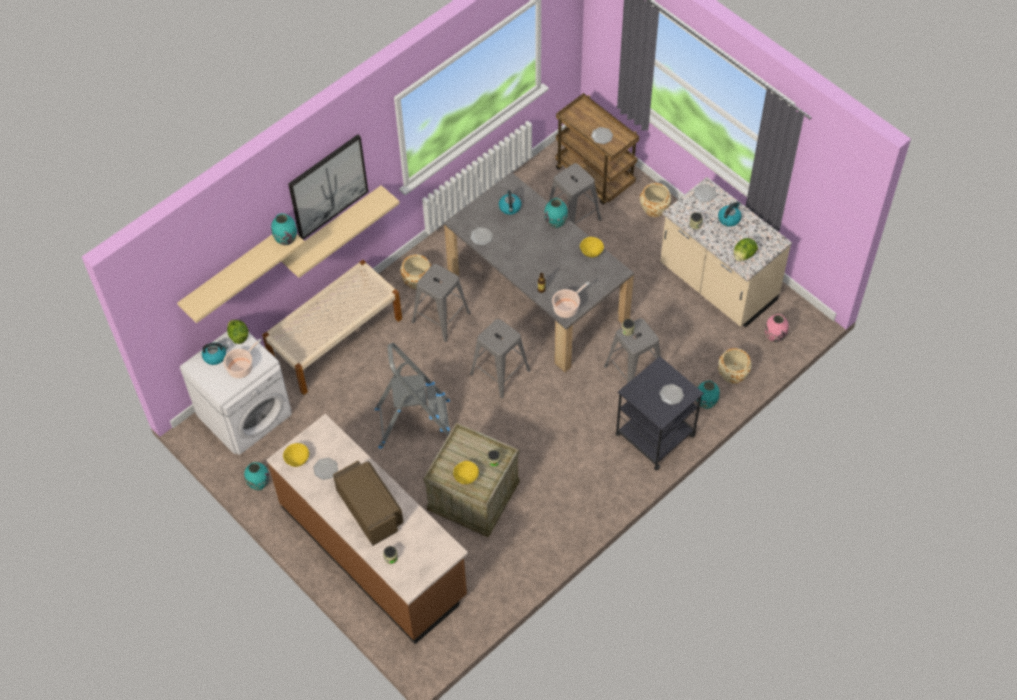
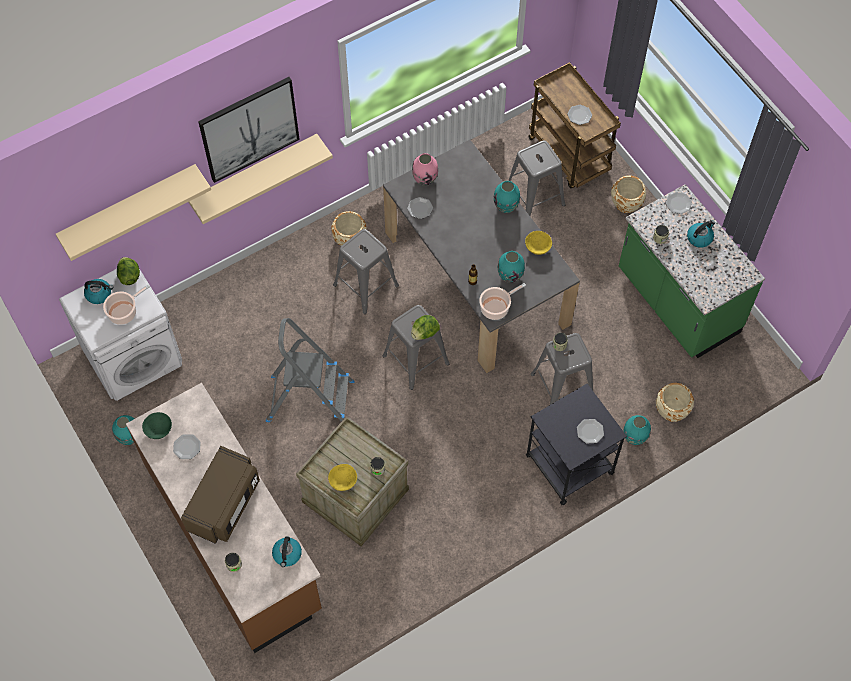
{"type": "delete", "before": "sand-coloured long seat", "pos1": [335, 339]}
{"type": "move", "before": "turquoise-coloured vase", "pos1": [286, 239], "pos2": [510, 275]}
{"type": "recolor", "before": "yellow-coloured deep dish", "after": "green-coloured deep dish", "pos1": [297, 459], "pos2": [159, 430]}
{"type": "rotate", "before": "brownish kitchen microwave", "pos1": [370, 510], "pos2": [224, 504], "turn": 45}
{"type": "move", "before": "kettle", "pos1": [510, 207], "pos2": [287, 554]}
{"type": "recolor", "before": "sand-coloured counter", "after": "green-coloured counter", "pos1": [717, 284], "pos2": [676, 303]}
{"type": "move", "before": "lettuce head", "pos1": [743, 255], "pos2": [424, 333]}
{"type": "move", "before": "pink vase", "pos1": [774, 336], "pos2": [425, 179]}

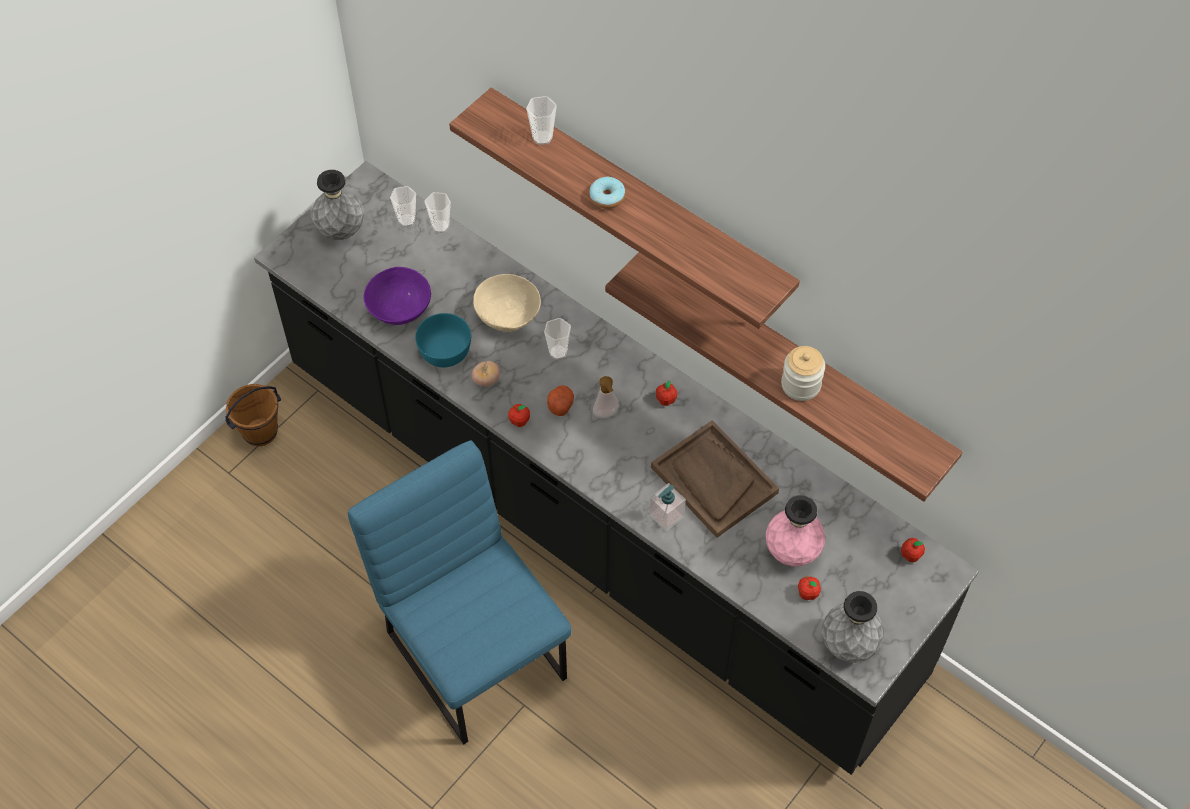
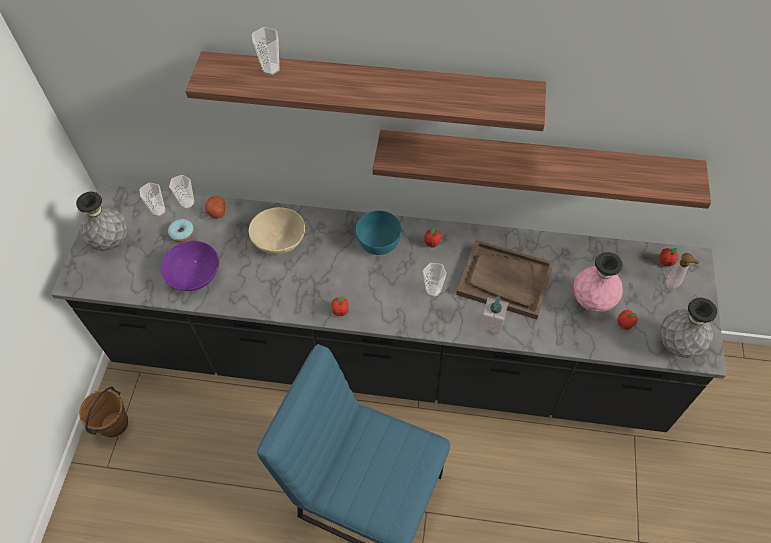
{"type": "move", "before": "turquoise-coloured deep dish", "pos1": [444, 351], "pos2": [378, 242]}
{"type": "delete", "before": "tomato", "pos1": [486, 380]}
{"type": "move", "before": "drinking cup", "pos1": [558, 352], "pos2": [433, 290]}
{"type": "move", "before": "whole potato", "pos1": [560, 405], "pos2": [216, 211]}
{"type": "move", "before": "donut", "pos1": [607, 197], "pos2": [182, 233]}
{"type": "move", "before": "liquid soap bottle", "pos1": [606, 415], "pos2": [673, 284]}
{"type": "delete", "before": "preserve jar", "pos1": [800, 385]}

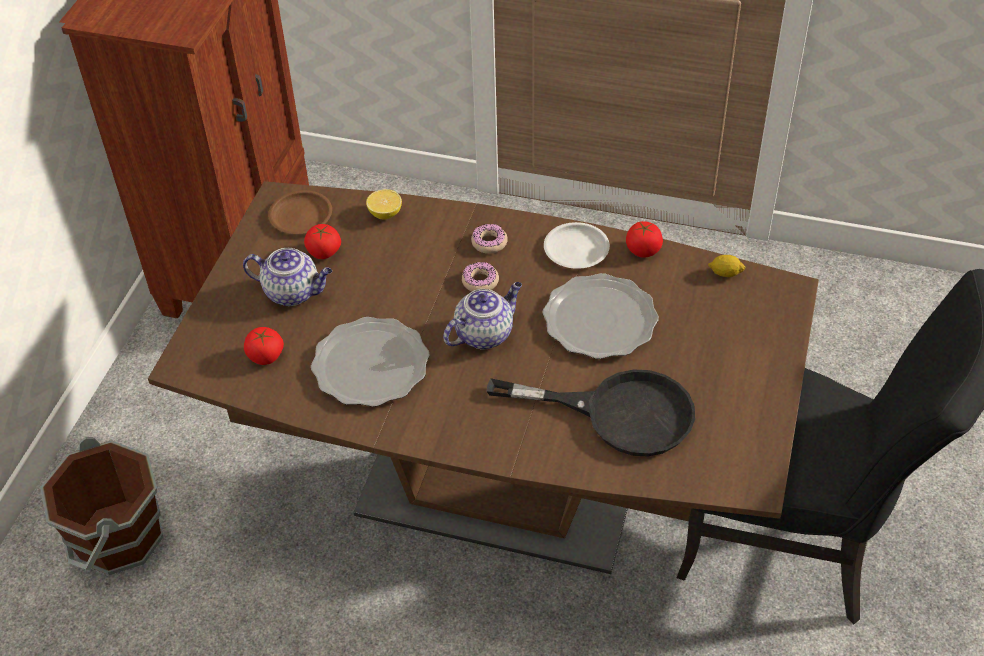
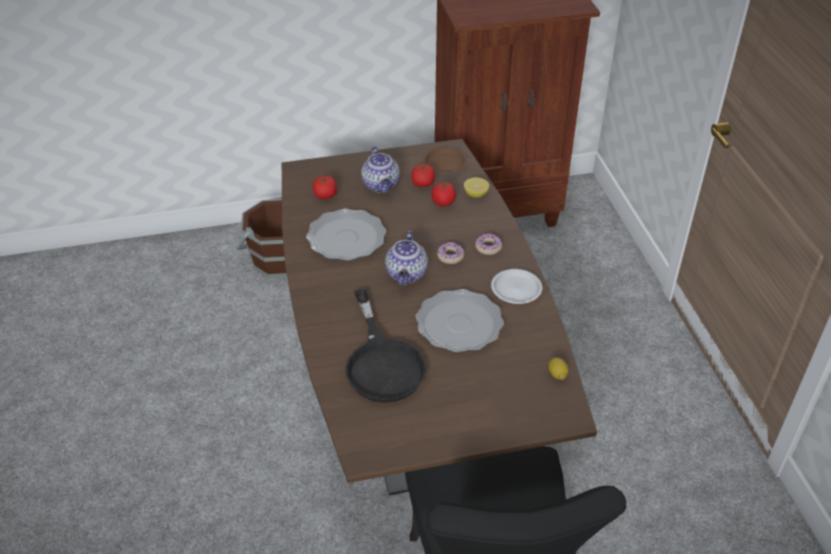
{"type": "rotate", "before": "tea pot", "pos1": [484, 333], "pos2": [407, 275], "turn": 75}
{"type": "move", "before": "tomato", "pos1": [643, 250], "pos2": [443, 202]}

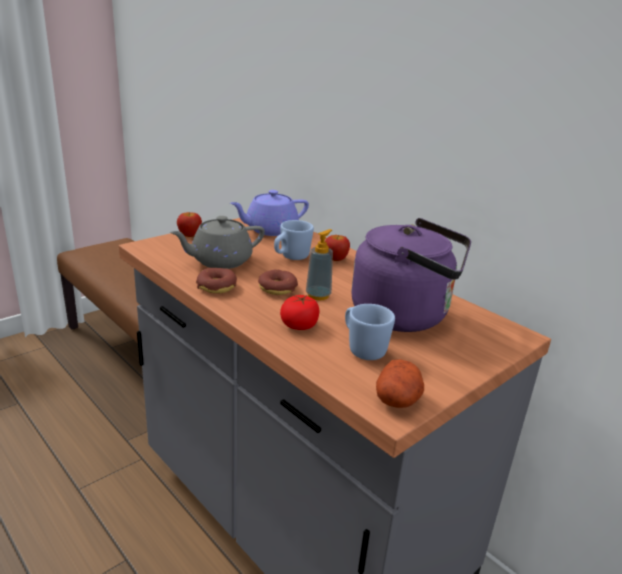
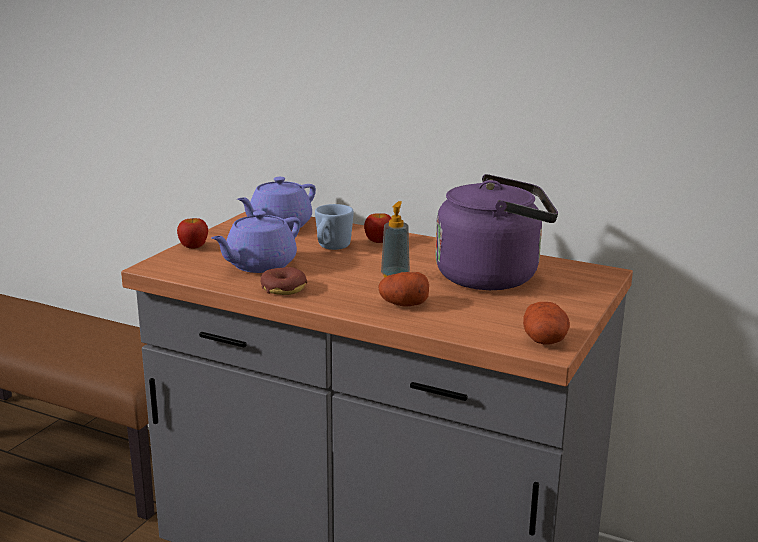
{"type": "recolor", "before": "gray tea pot", "after": "purple-coloured tea pot", "pos1": [220, 261], "pos2": [259, 265]}
{"type": "delete", "before": "donut", "pos1": [277, 288]}
{"type": "replace", "before": "tomato", "after": "whole potato", "pos1": [299, 325], "pos2": [403, 304]}
{"type": "delete", "before": "bluish mug", "pos1": [362, 349]}

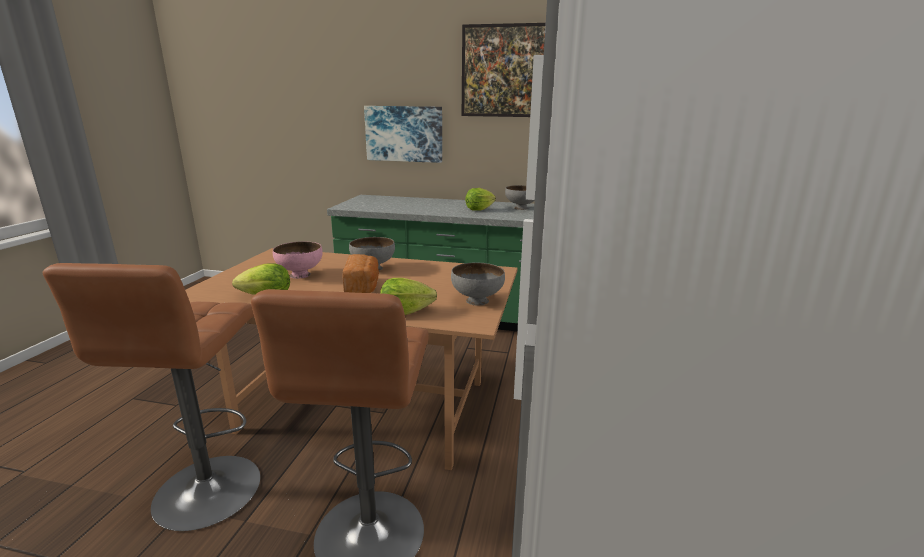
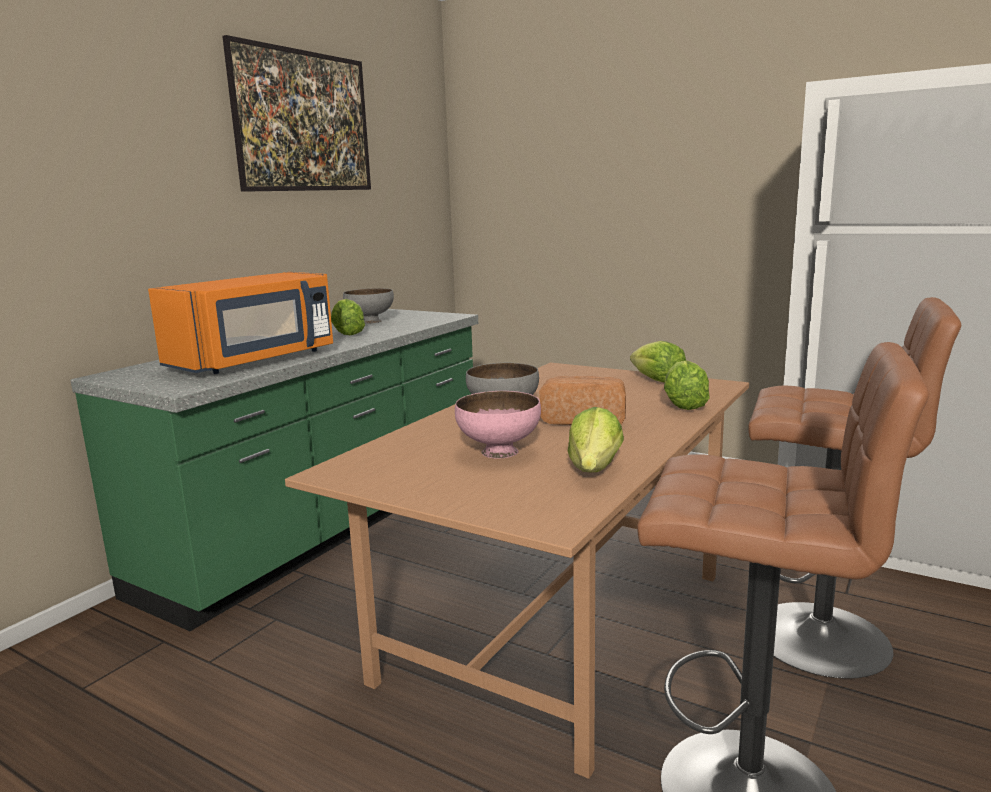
{"type": "delete", "before": "picture", "pos1": [404, 134]}
{"type": "replace", "before": "gray deep dish", "after": "lettuce head", "pos1": [476, 301], "pos2": [657, 380]}
{"type": "insert", "after": "orange kitchen microwave", "pos2": [256, 360]}

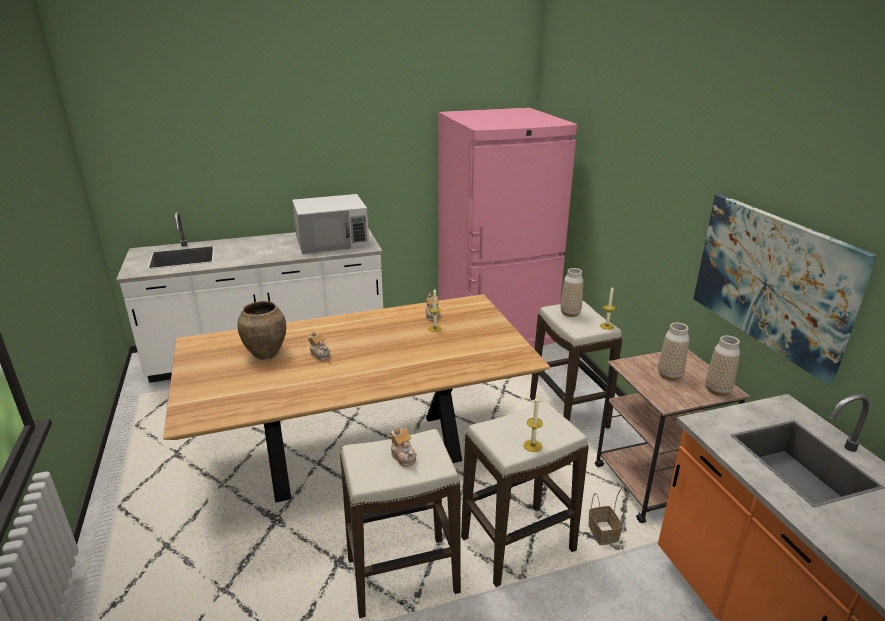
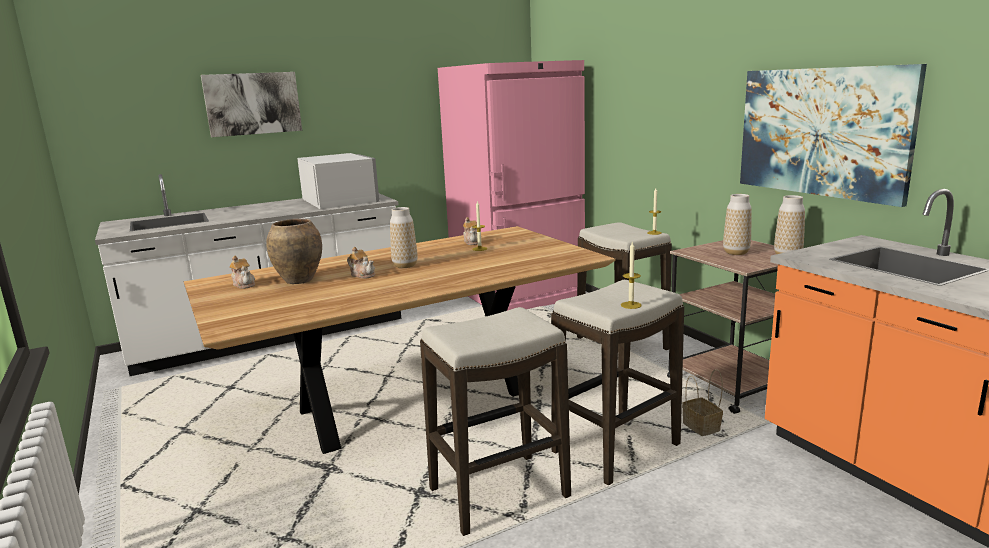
{"type": "rotate", "before": "white-coloured kitchen microwave", "pos1": [332, 241], "pos2": [339, 200], "turn": -90}
{"type": "move", "before": "tea pot", "pos1": [403, 456], "pos2": [244, 284]}
{"type": "move", "before": "vase", "pos1": [570, 313], "pos2": [405, 265]}
{"type": "insert", "after": "picture", "pos2": [253, 103]}

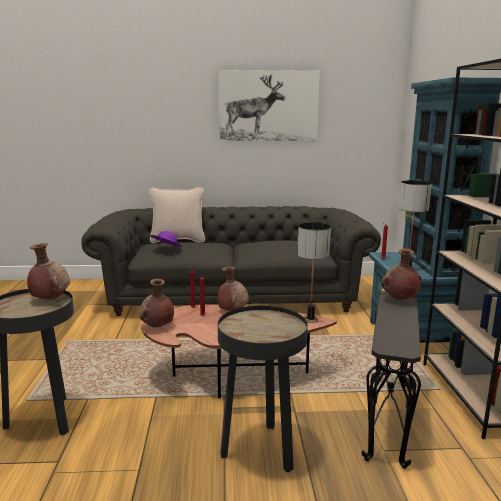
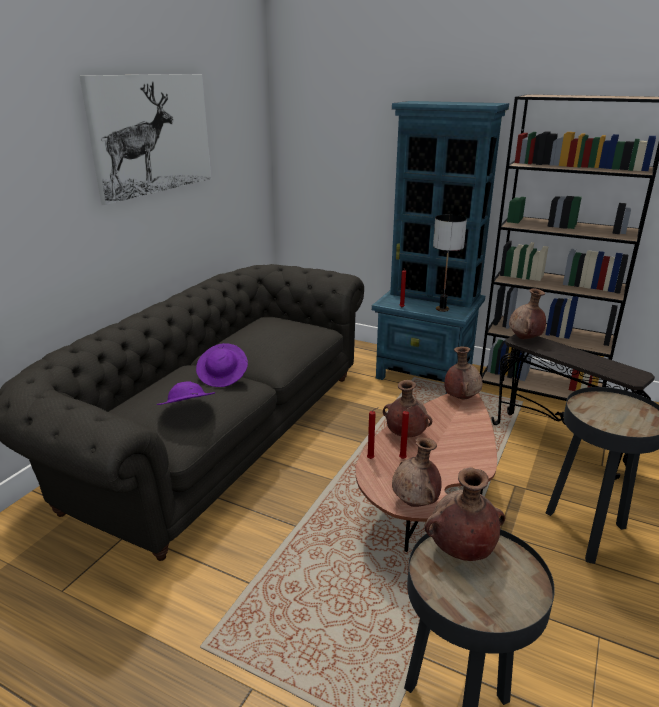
{"type": "delete", "before": "sand-coloured cushion", "pos1": [178, 240]}
{"type": "replace", "before": "table lamp", "after": "brownish vase", "pos1": [310, 320], "pos2": [461, 398]}
{"type": "insert", "after": "purple-coloured wearable hat", "pos2": [223, 376]}

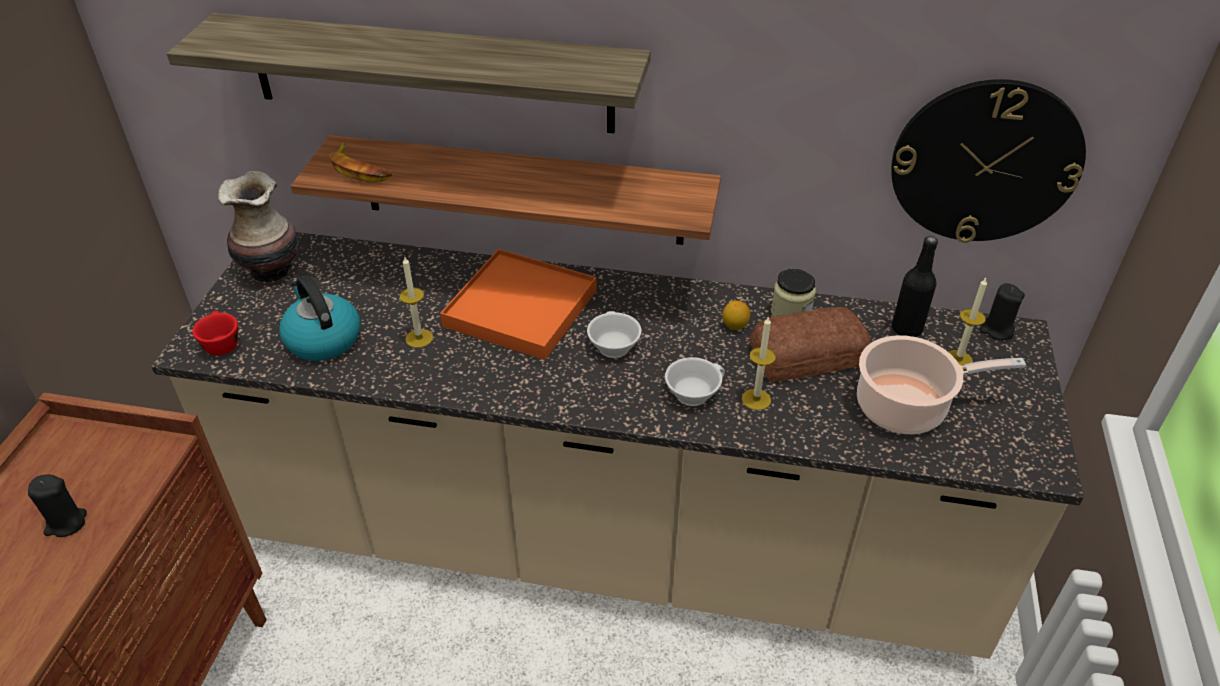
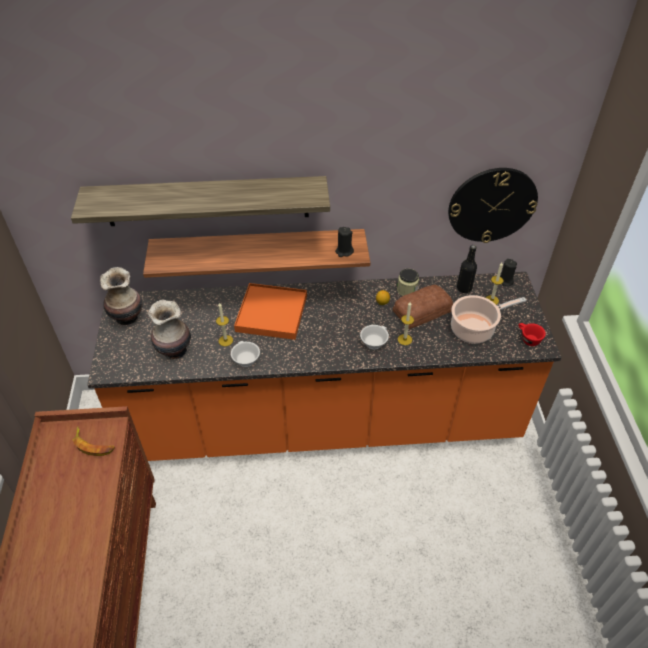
{"type": "move", "before": "black-coloured candle", "pos1": [66, 523], "pos2": [344, 251]}
{"type": "recolor", "before": "sand-coloured counter", "after": "orange counter", "pos1": [610, 542], "pos2": [324, 421]}
{"type": "move", "before": "reddish drinking cup", "pos1": [221, 343], "pos2": [527, 339]}
{"type": "replace", "before": "kettle", "after": "vase", "pos1": [322, 339], "pos2": [174, 351]}
{"type": "move", "before": "whole banana", "pos1": [360, 169], "pos2": [93, 444]}
{"type": "move", "before": "white-coloured drinking cup", "pos1": [611, 346], "pos2": [244, 360]}

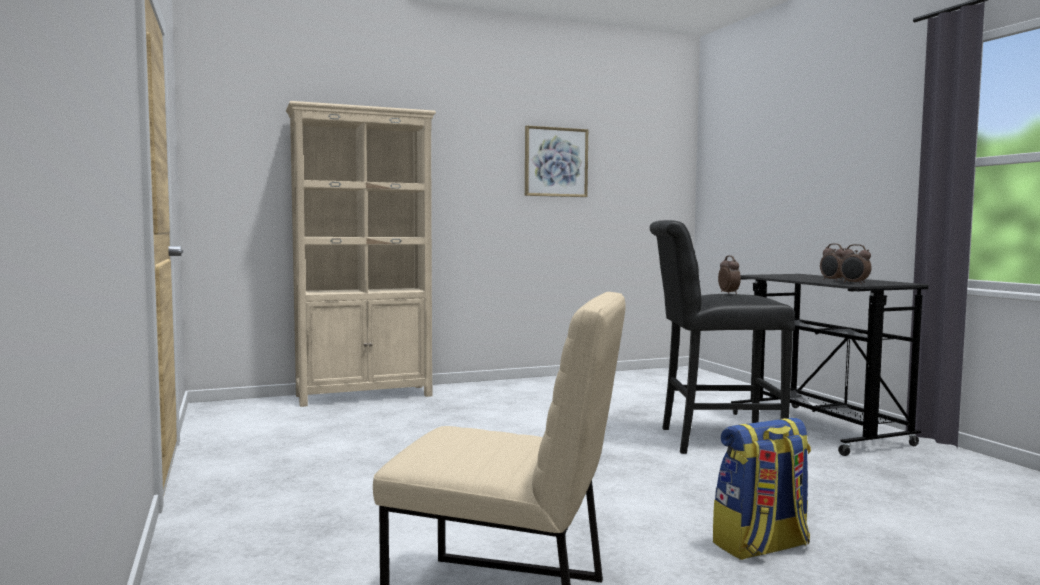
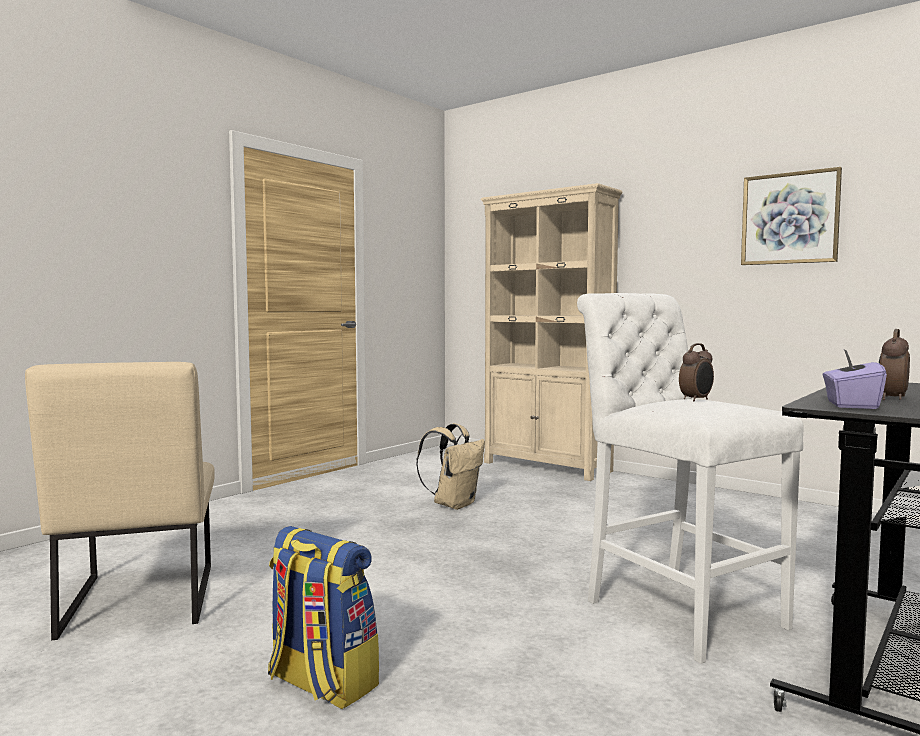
{"type": "recolor", "before": "black-coloured stool", "after": "white-coloured stool", "pos1": [712, 440], "pos2": [677, 609]}
{"type": "replace", "before": "table clock", "after": "purple-coloured tissue box", "pos1": [854, 283], "pos2": [850, 405]}
{"type": "insert", "after": "sand-coloured knapsack", "pos2": [454, 504]}

